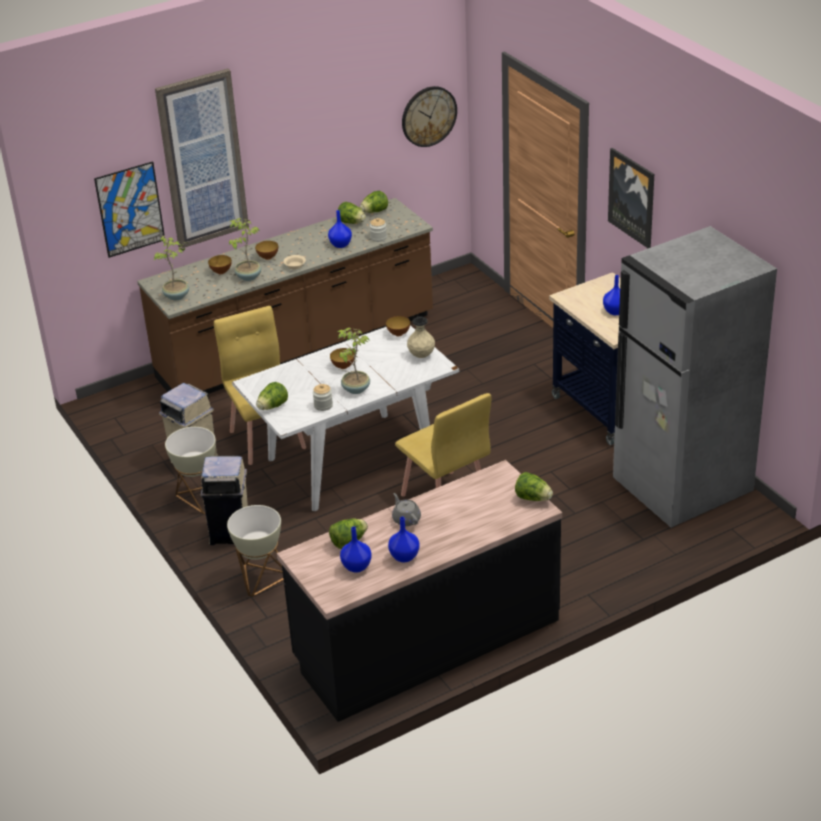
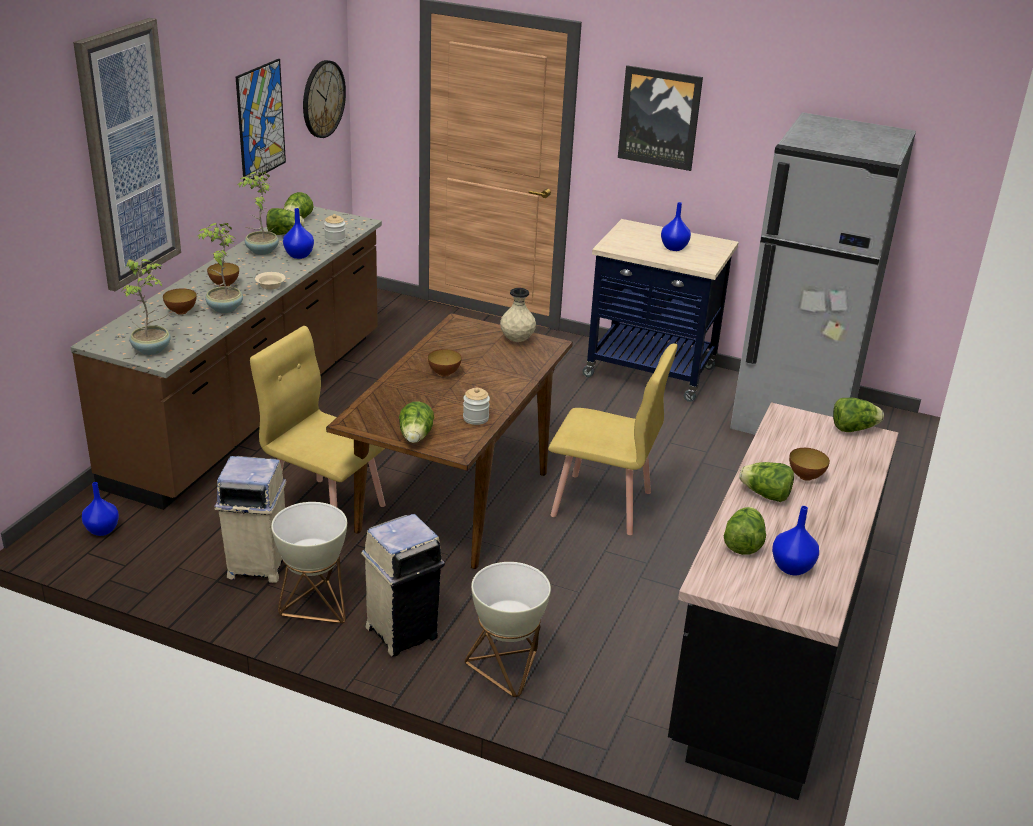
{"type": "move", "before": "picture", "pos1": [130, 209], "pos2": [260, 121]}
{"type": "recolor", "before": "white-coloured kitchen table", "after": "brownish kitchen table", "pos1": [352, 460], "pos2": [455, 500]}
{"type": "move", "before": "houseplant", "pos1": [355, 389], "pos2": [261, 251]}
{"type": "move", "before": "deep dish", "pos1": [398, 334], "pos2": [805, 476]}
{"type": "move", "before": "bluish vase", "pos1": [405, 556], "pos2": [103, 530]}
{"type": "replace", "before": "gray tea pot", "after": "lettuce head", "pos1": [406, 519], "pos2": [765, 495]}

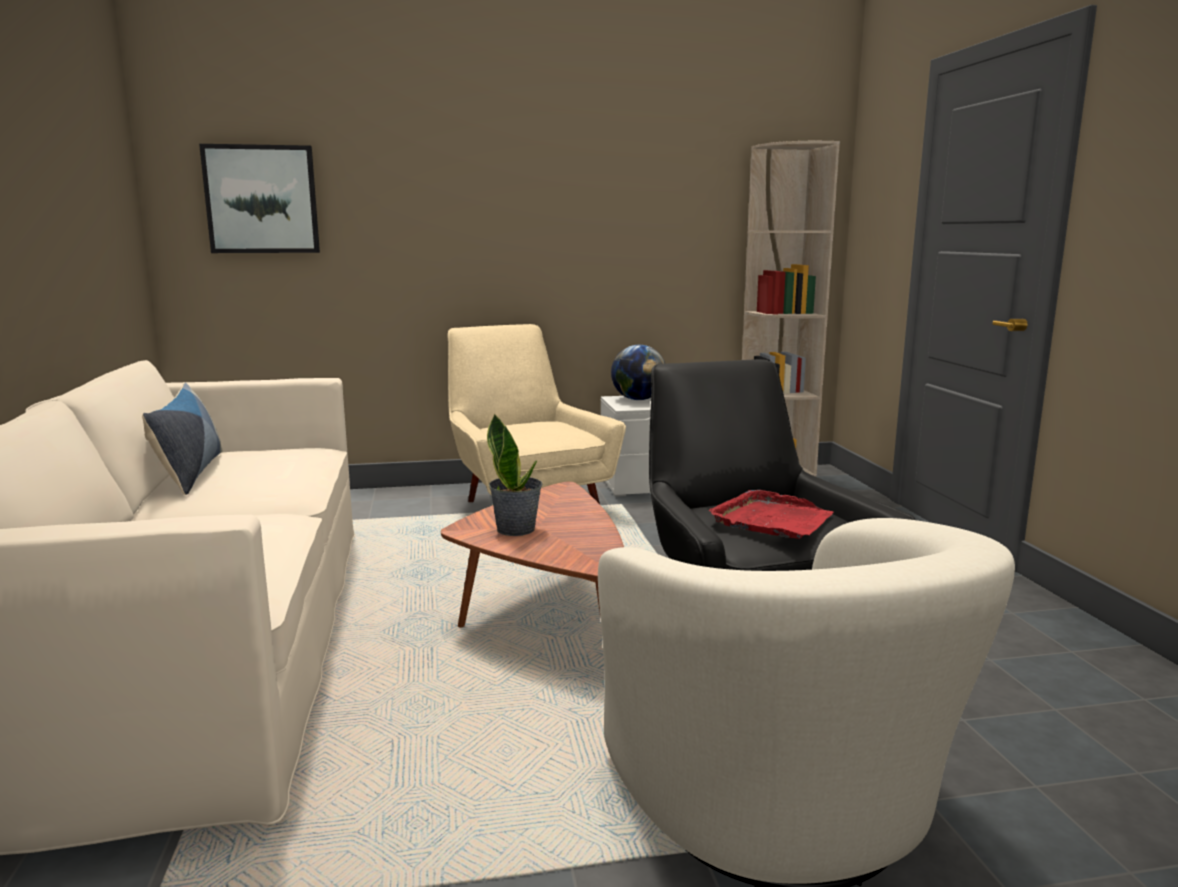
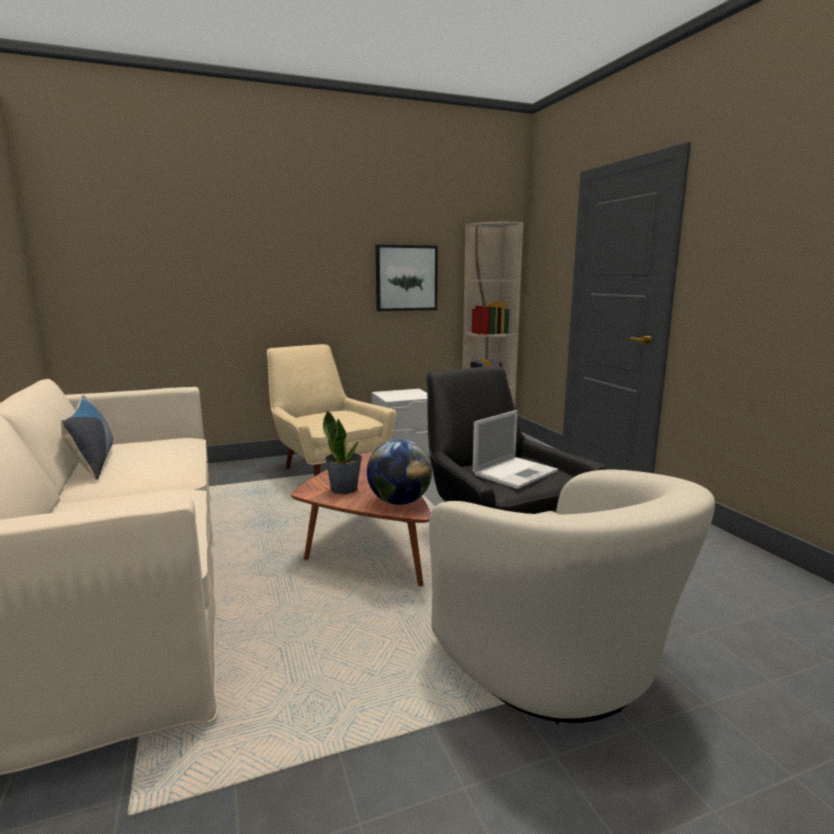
{"type": "move", "before": "picture", "pos1": [262, 199], "pos2": [406, 278]}
{"type": "move", "before": "desk globe", "pos1": [638, 399], "pos2": [399, 502]}
{"type": "replace", "before": "reddish carrying tray", "after": "portable computer", "pos1": [772, 520], "pos2": [515, 472]}

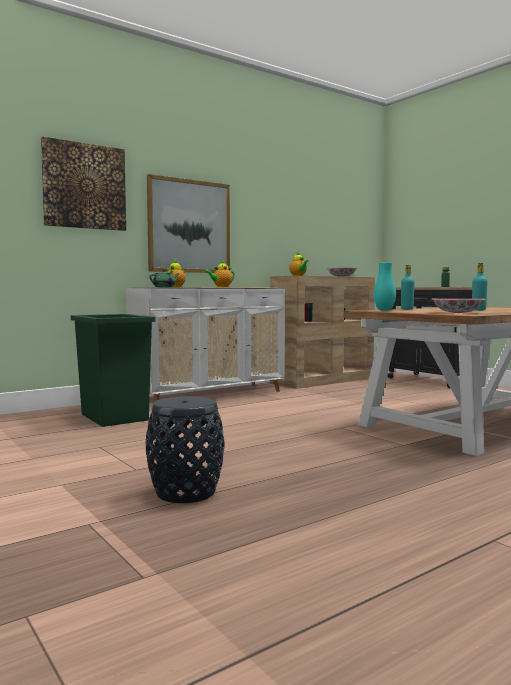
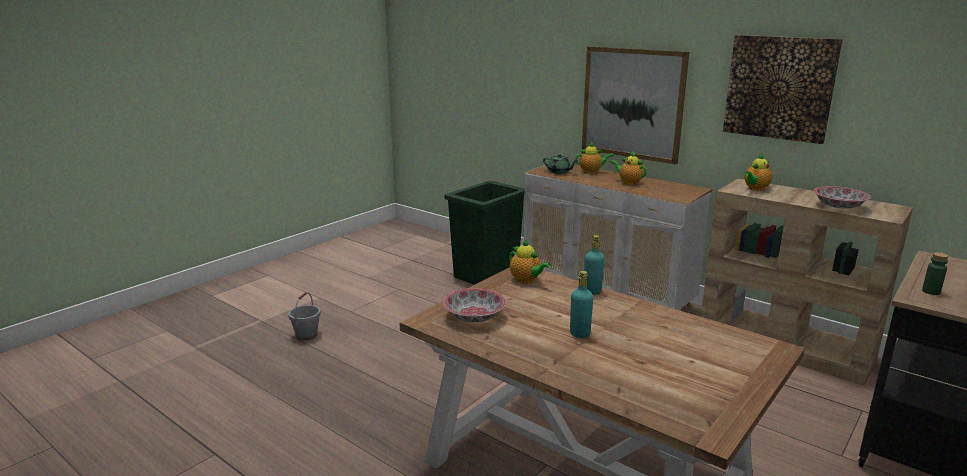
{"type": "move", "before": "picture", "pos1": [84, 186], "pos2": [779, 88]}
{"type": "replace", "before": "black-coloured stool", "after": "gray water bucket", "pos1": [185, 492], "pos2": [306, 335]}
{"type": "replace", "before": "turquoise-coloured vase", "after": "tea pot", "pos1": [384, 310], "pos2": [526, 280]}

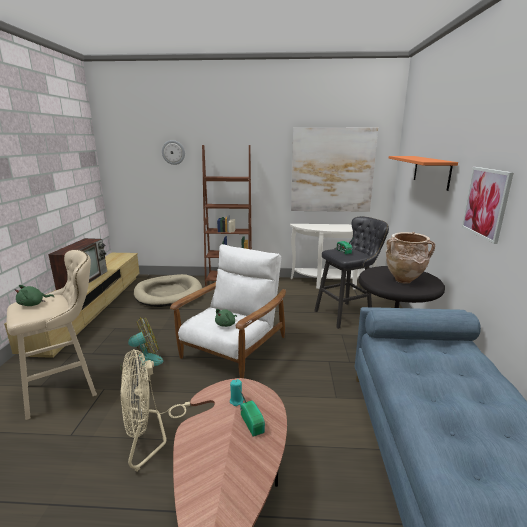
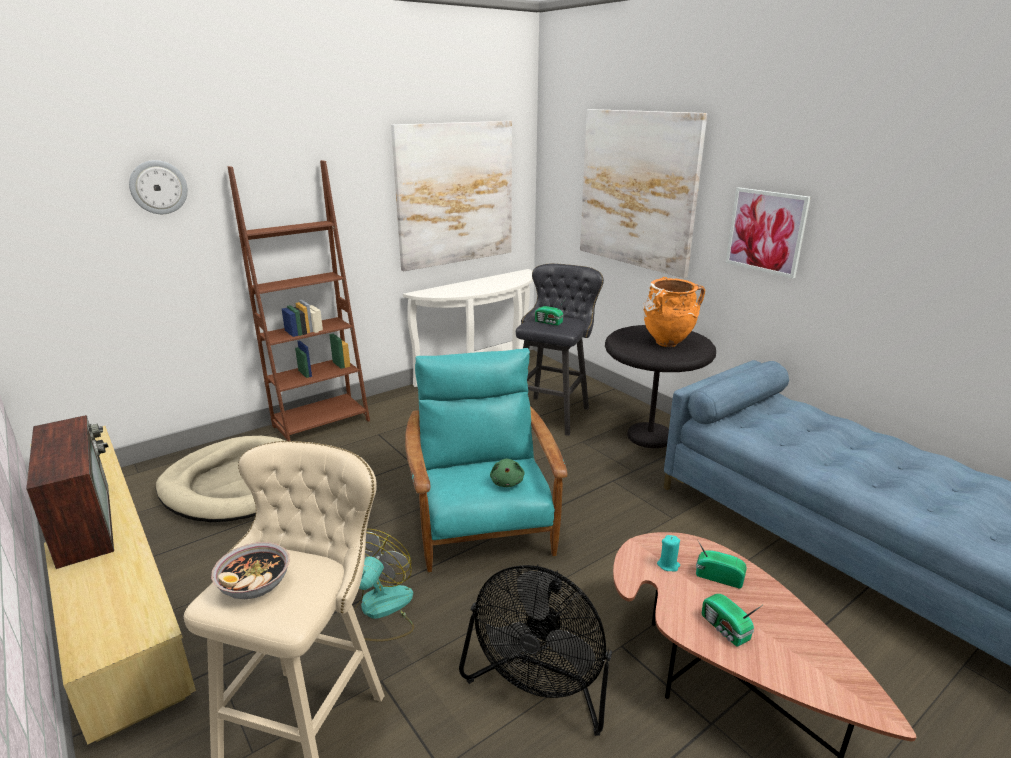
{"type": "replace", "before": "green-coloured plush toy", "after": "deep dish", "pos1": [33, 304], "pos2": [255, 585]}
{"type": "recolor", "before": "sand-coloured fan", "after": "black-coloured fan", "pos1": [149, 429], "pos2": [536, 682]}
{"type": "recolor", "before": "white-coloured armchair", "after": "turquoise-coloured armchair", "pos1": [233, 348], "pos2": [482, 520]}
{"type": "recolor", "before": "sand-coloured vase", "after": "orange vase", "pos1": [404, 280], "pos2": [667, 343]}
{"type": "replace", "before": "orange shelf", "after": "picture", "pos1": [431, 171], "pos2": [637, 190]}
{"type": "insert", "after": "radio", "pos2": [725, 629]}

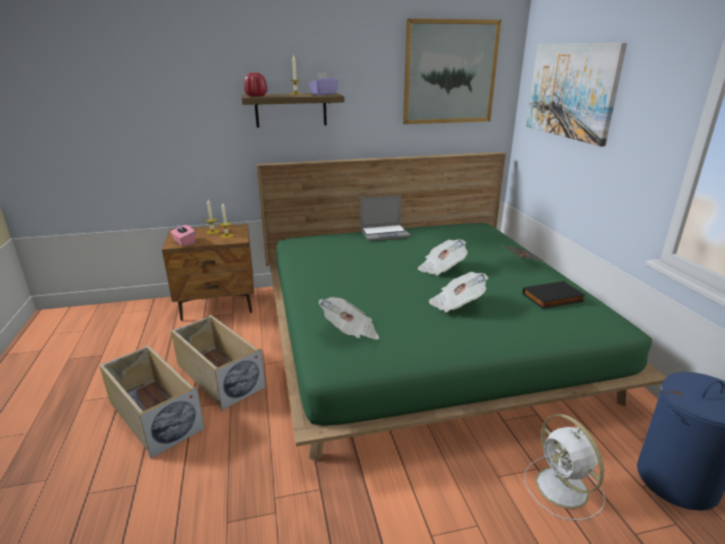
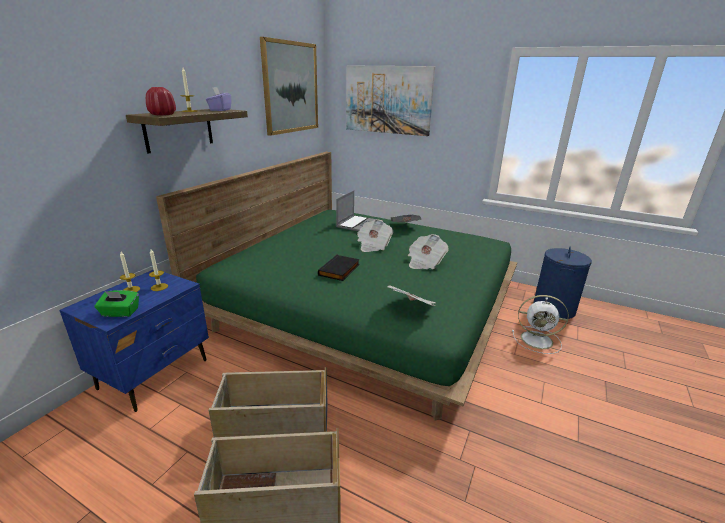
{"type": "recolor", "before": "brownish bedside table", "after": "bluish bedside table", "pos1": [218, 305], "pos2": [155, 374]}
{"type": "recolor", "before": "pink tissue box", "after": "green-coloured tissue box", "pos1": [184, 242], "pos2": [120, 313]}
{"type": "move", "before": "portable computer", "pos1": [385, 233], "pos2": [356, 224]}
{"type": "move", "before": "black-coloured volume", "pos1": [553, 298], "pos2": [340, 270]}

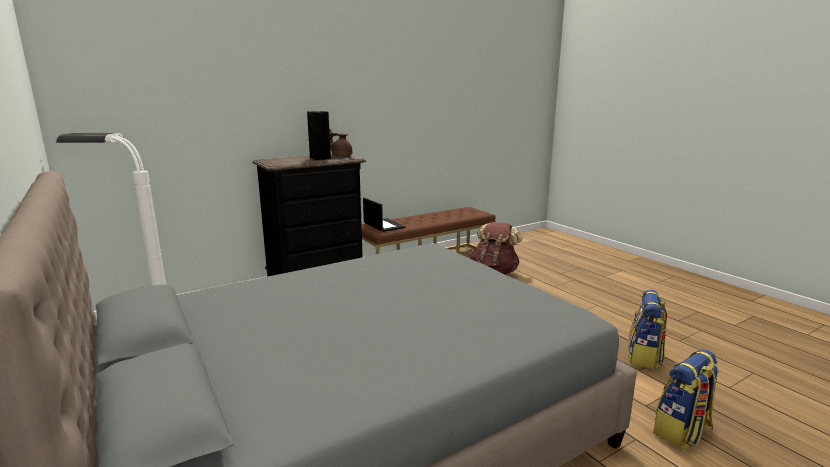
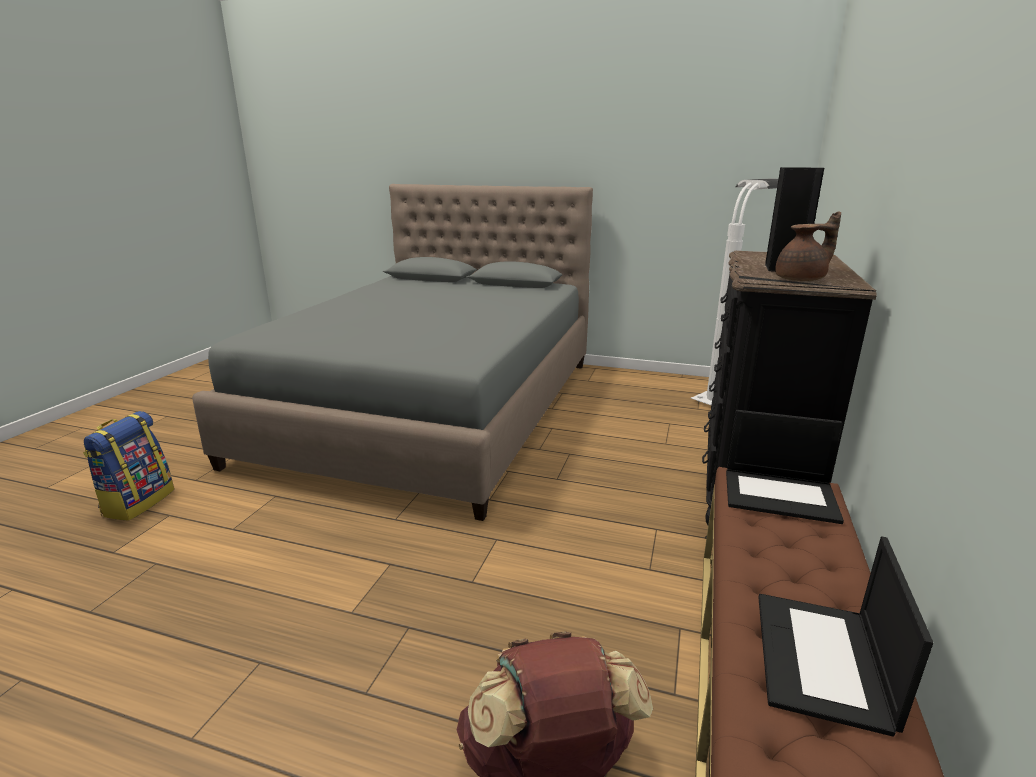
{"type": "delete", "before": "knapsack", "pos1": [644, 357]}
{"type": "insert", "after": "portable computer", "pos2": [822, 660]}

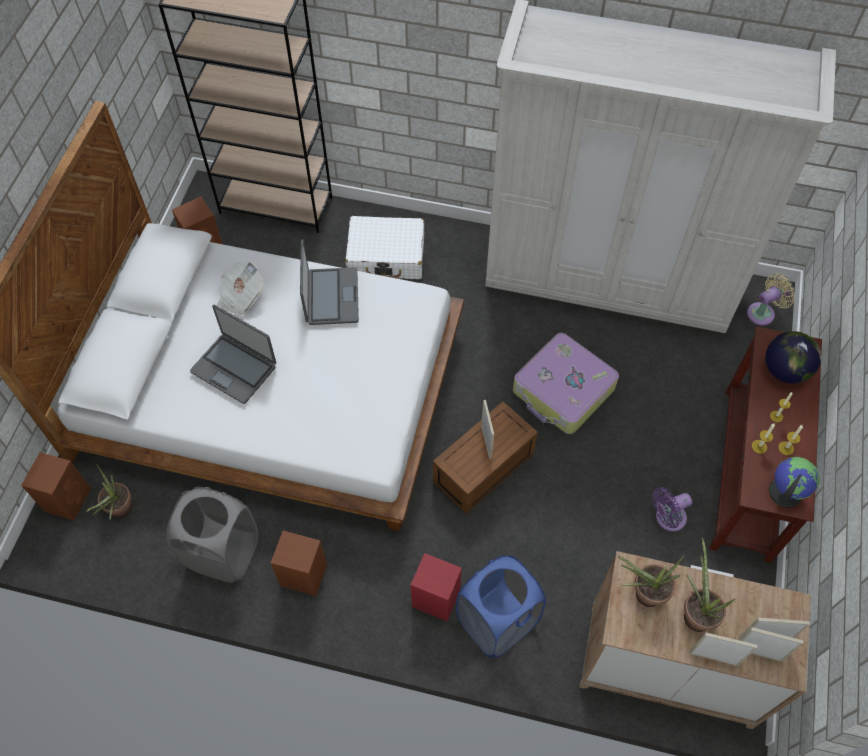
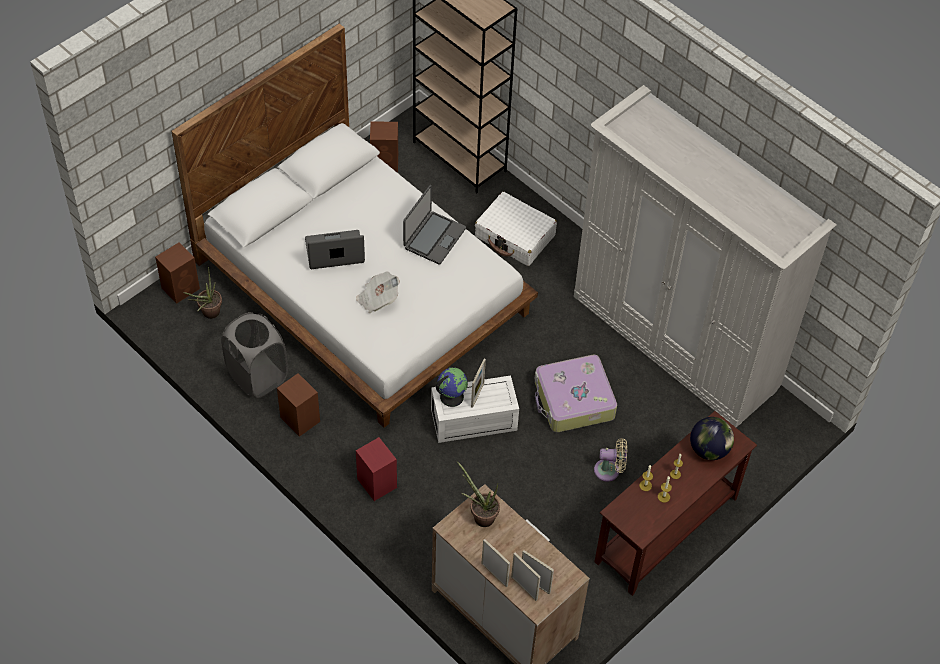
{"type": "rotate", "before": "portable computer", "pos1": [234, 368], "pos2": [335, 252], "turn": 105}
{"type": "move", "before": "printed paper", "pos1": [240, 297], "pos2": [378, 299]}
{"type": "recolor", "before": "brownish storage box", "after": "white-coloured storage box", "pos1": [483, 469], "pos2": [473, 421]}
{"type": "delete", "before": "bluish hamper", "pos1": [497, 622]}
{"type": "delete", "before": "purple-coloured fan", "pos1": [667, 518]}
{"type": "delete", "before": "houseplant", "pos1": [694, 612]}
{"type": "move", "before": "sand-coloured fan", "pos1": [763, 313], "pos2": [609, 470]}
{"type": "move", "before": "desk globe", "pos1": [784, 492], "pos2": [451, 396]}

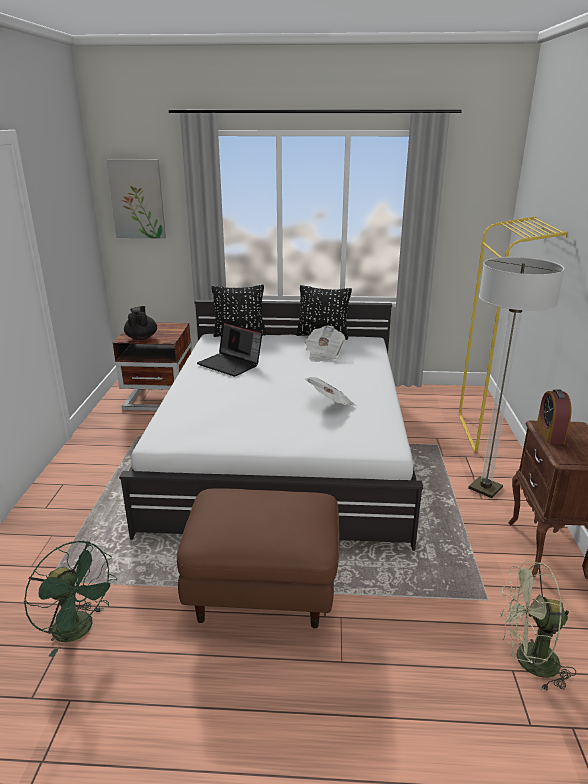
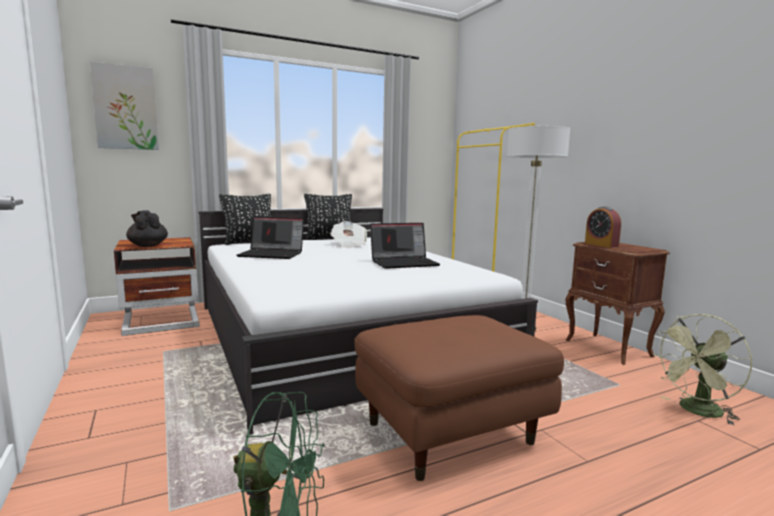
{"type": "replace", "before": "printed paper", "after": "portable computer", "pos1": [330, 404], "pos2": [404, 263]}

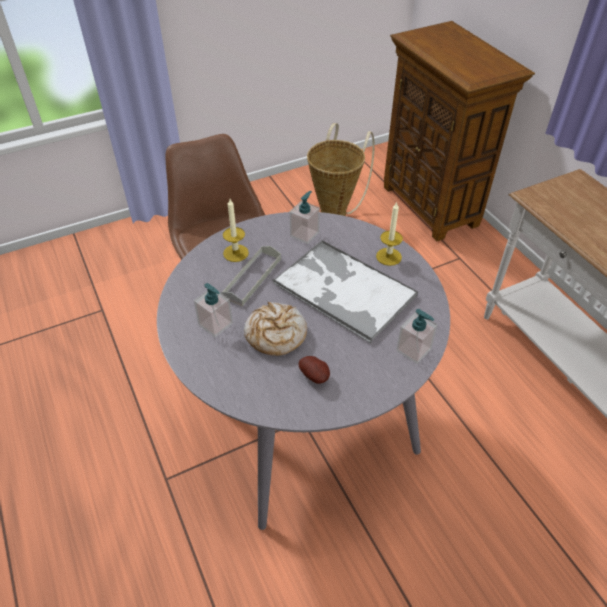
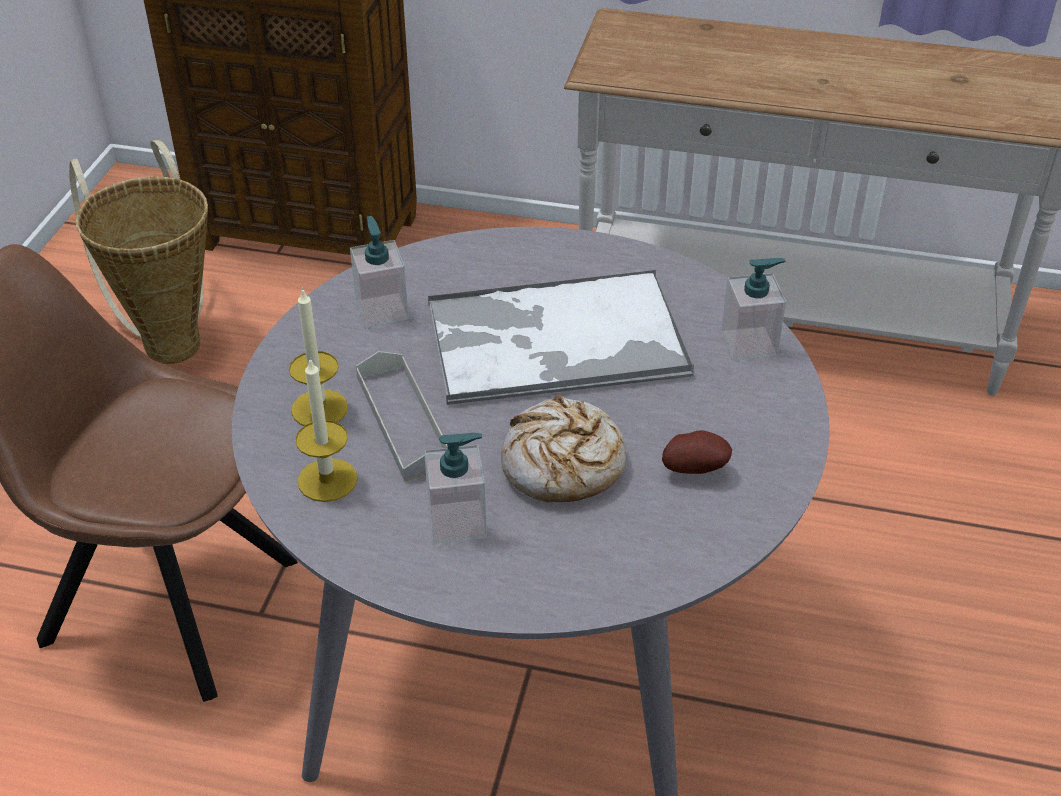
{"type": "move", "before": "candle", "pos1": [388, 256], "pos2": [327, 480]}

